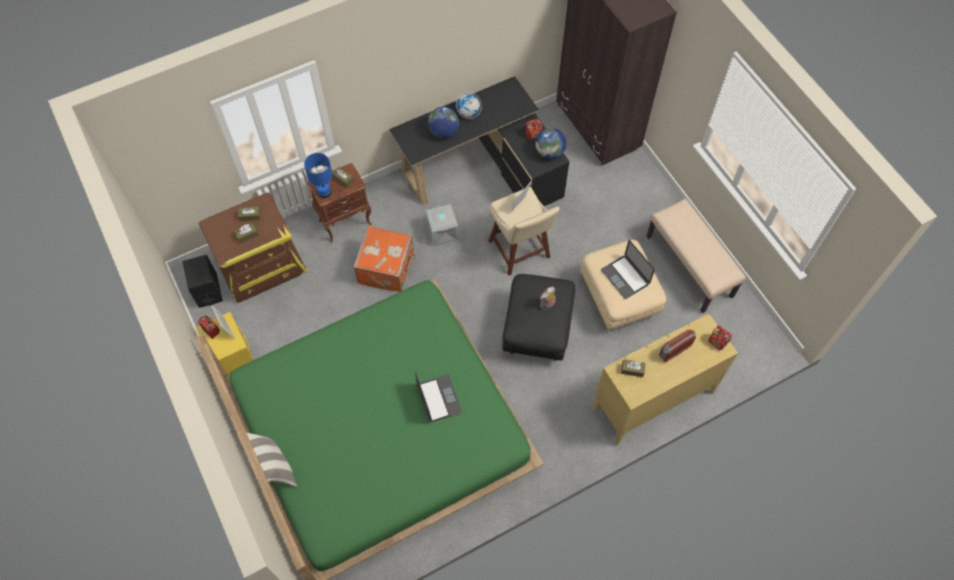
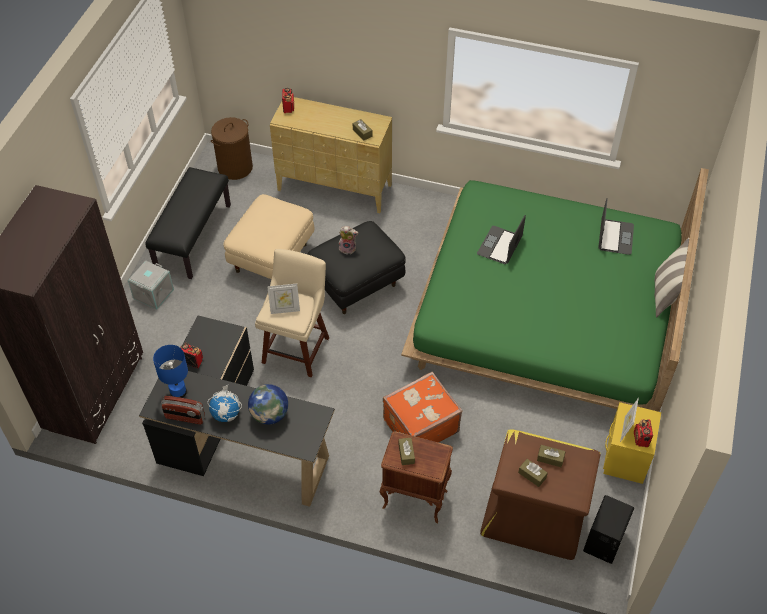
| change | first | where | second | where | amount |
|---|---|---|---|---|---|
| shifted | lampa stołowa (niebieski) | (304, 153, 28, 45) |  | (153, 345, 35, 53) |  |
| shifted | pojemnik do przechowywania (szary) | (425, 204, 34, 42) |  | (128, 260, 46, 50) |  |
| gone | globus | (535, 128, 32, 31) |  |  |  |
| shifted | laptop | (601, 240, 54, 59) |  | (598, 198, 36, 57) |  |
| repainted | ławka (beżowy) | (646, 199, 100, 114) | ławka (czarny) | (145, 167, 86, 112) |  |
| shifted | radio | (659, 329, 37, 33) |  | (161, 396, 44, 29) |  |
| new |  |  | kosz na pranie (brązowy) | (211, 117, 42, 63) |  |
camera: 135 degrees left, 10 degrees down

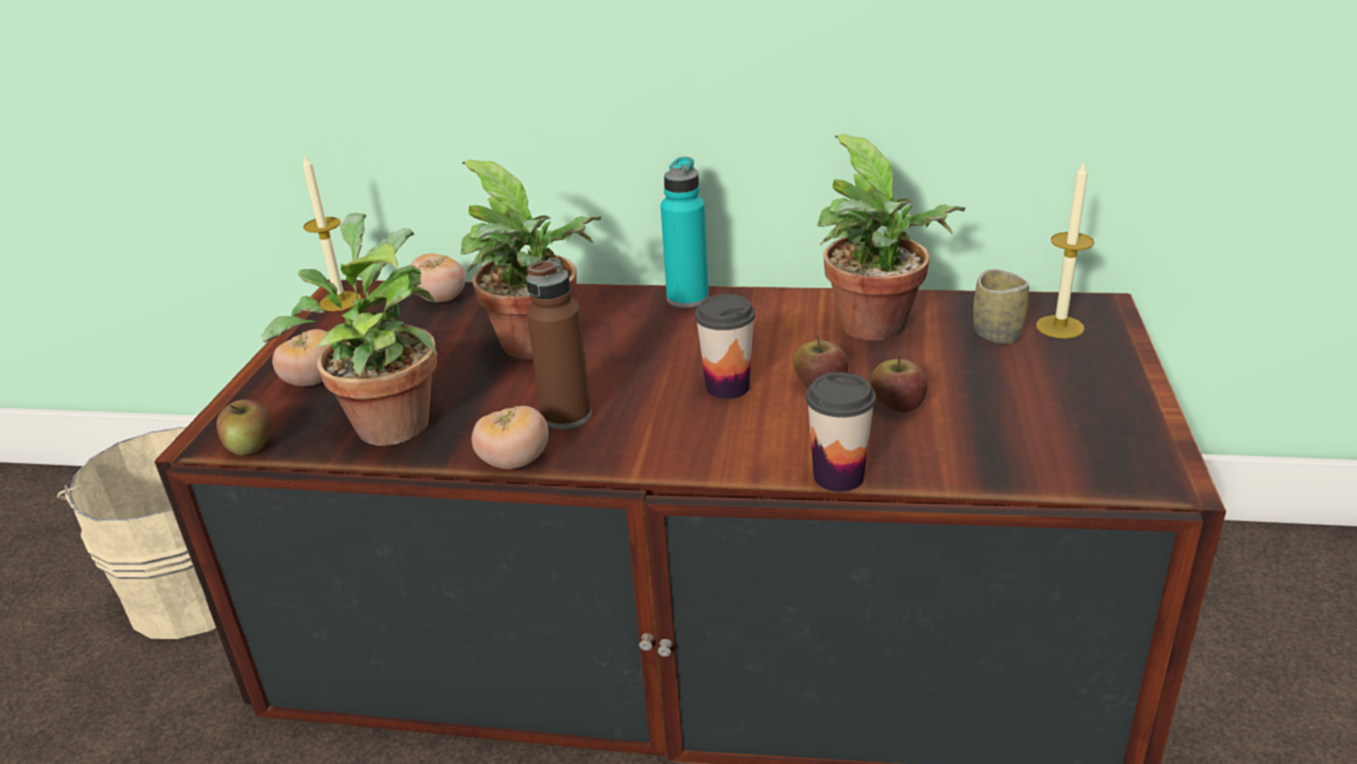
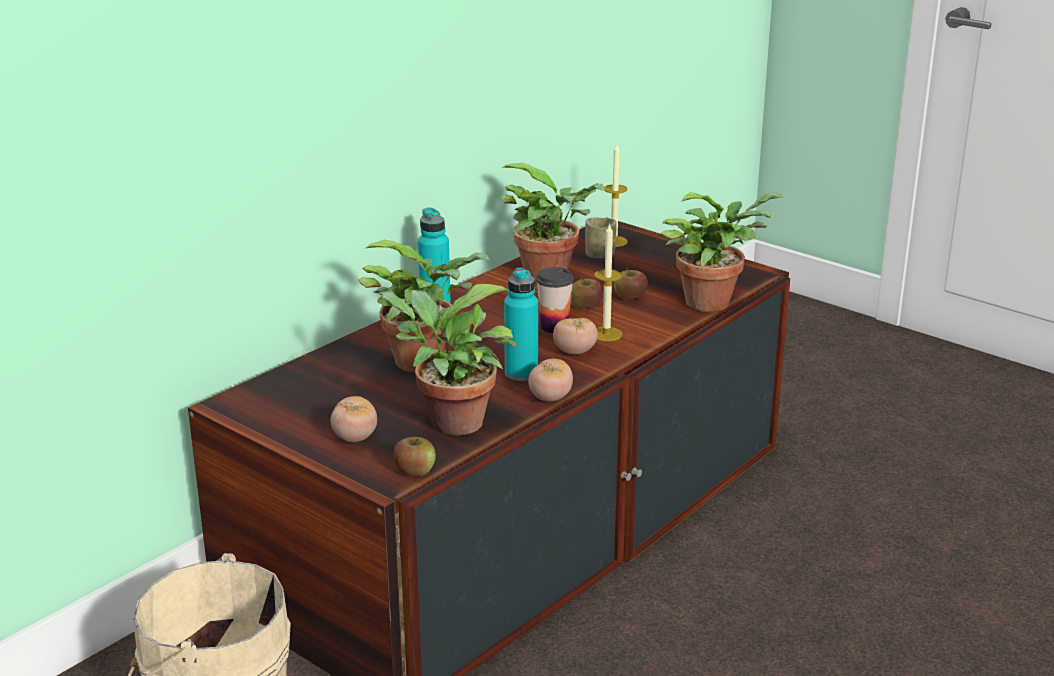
| change | first | where | second | where | amount |
|---|---|---|---|---|---|
| shifted | świeca | (303, 155, 59, 156) |  | (594, 223, 28, 118) |  |
| shifted | pomidor | (411, 254, 54, 48) |  | (553, 318, 45, 36) |  |
| repainted | butelka (brązowy) | (526, 258, 66, 171) | butelka (turkusowy) | (504, 267, 34, 114) |  |
| gone | filiżanka | (806, 372, 70, 120) |  |  |  |
| new |  |  | roślina doniczkowa | (661, 192, 123, 120) |  |
camera: 60 degrees left, 5 degrees down

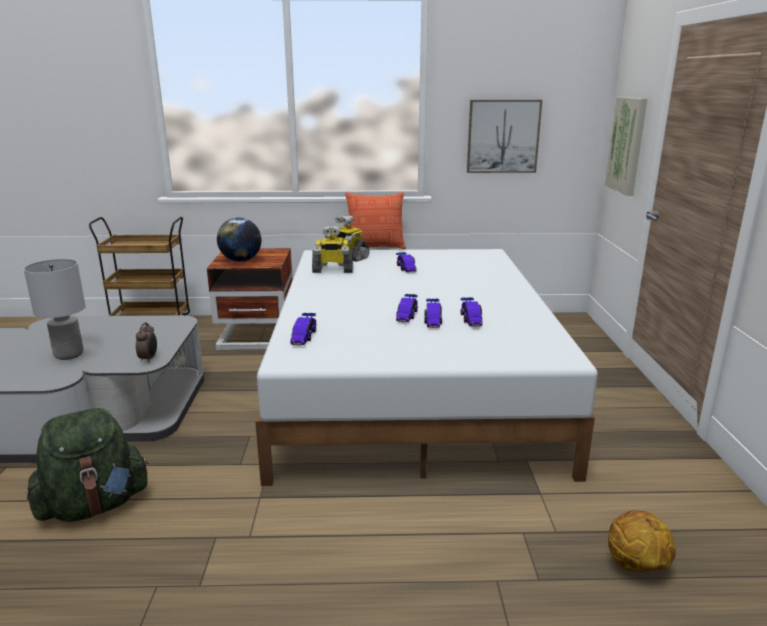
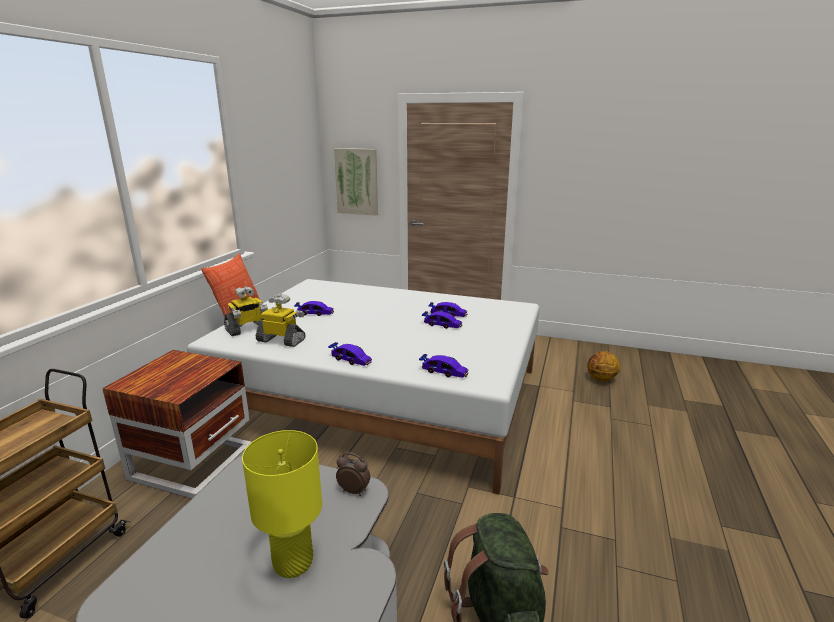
| change | first | where | second | where | amount |
|---|---|---|---|---|---|
| repainted | lampa stołowa (szary) | (24, 259, 62, 101) | lampa stołowa (żółty) | (242, 430, 80, 148) |  |
| gone | globus | (217, 218, 45, 44) |  |  |  |
| rotated | robot zabawkowy | (312, 225, 41, 48) |  | (256, 294, 49, 53) | 90 degrees counterclockwise |
| shifted | samochodzik | (396, 294, 22, 28) |  | (328, 342, 44, 24) |  |
| gone | obraz | (467, 100, 75, 73) |  |  |  |
camera: 70 degrees left, 0 degrees up

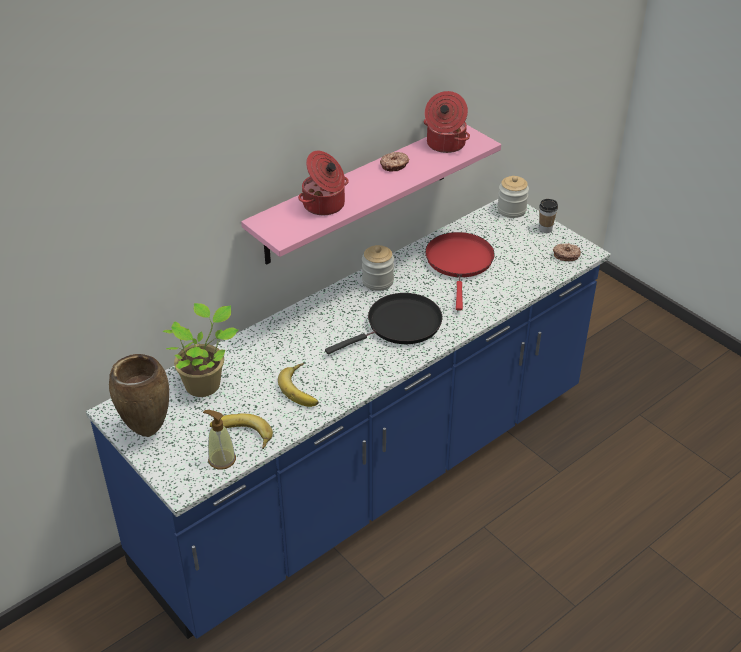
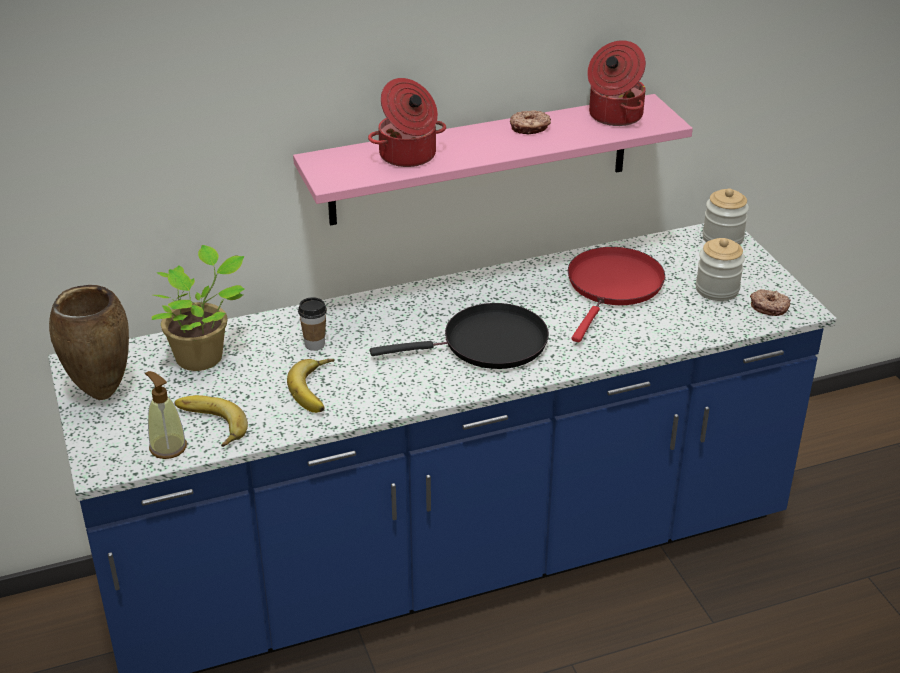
| change | first | where | second | where | amount |
|---|---|---|---|---|---|
| shifted | słoik | (362, 245, 32, 46) |  | (696, 238, 49, 63) |  |
| shifted | filiżanka | (539, 199, 19, 34) |  | (298, 297, 29, 54) |  |
camera: 20 degrees right, 5 degrees down

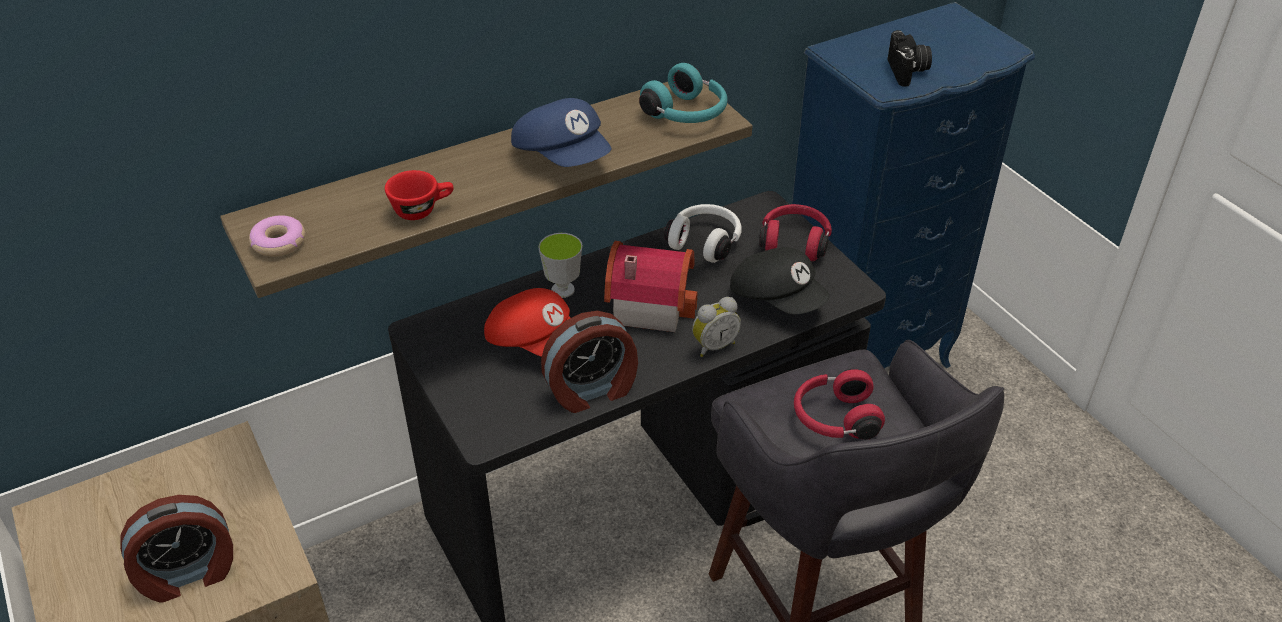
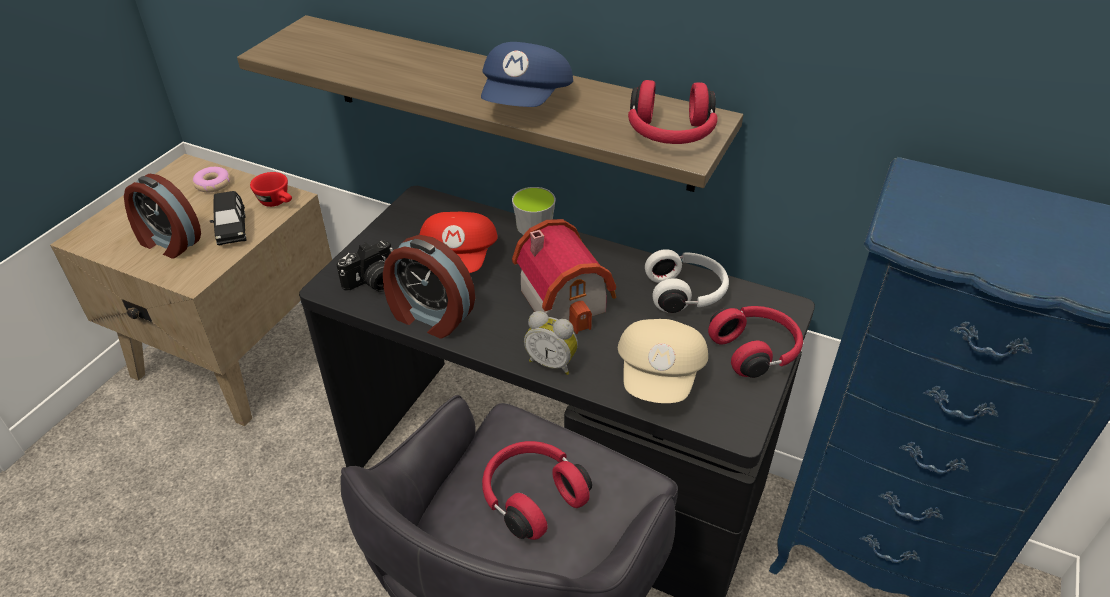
| change | first | where | second | where | amount |
|---|---|---|---|---|---|
| shifted | donut | (249, 215, 56, 42) |  | (193, 167, 37, 25) |  |
| shifted | filiżanka (czerwony) | (385, 170, 69, 50) |  | (250, 172, 42, 35) |  |
| repainted | słuchawki (turkusowy) | (639, 63, 89, 60) | słuchawki (czerwony) | (628, 80, 90, 64) |  |
| repainted | czapka z daszkiem (czarny) | (730, 247, 99, 67) | czapka z daszkiem (beżowy) | (618, 319, 90, 84) |  |
| shifted | aparat fotograficzny | (887, 30, 45, 57) |  | (336, 241, 57, 51) |  |
| new |  |  | samochodzik (czarny) | (210, 191, 36, 54) |  |
camera: 55 degrees right, 0 degrees up

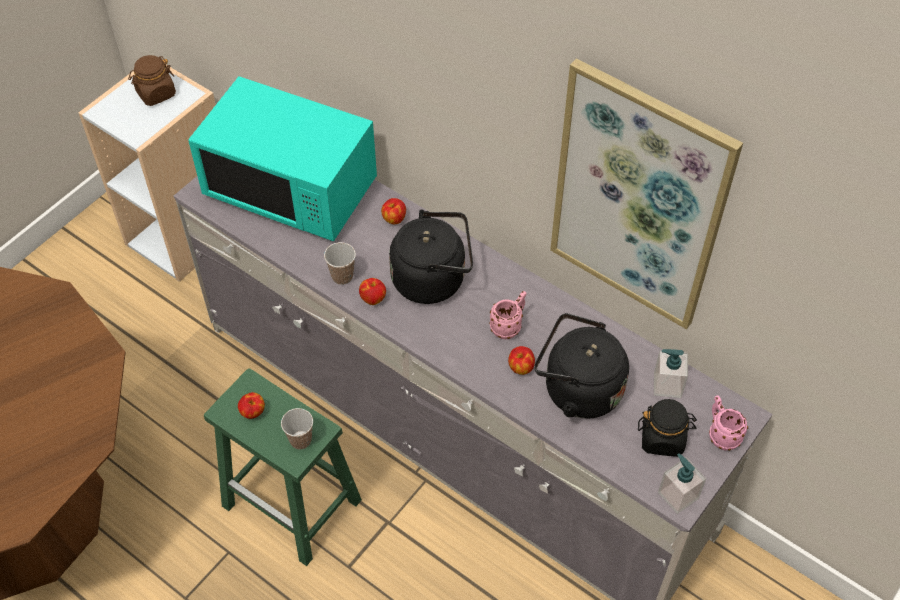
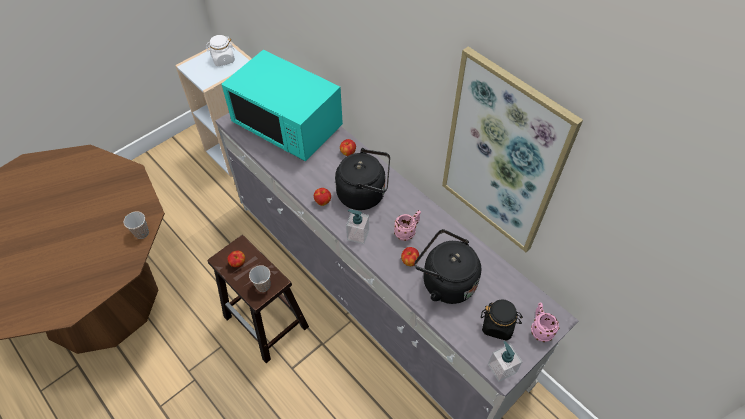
| change | first | where | second | where | amount |
|---|---|---|---|---|---|
| repainted | słoik (brązowy) | (128, 55, 48, 51) | słoik (biały) | (206, 35, 29, 31) |  |
| repainted | stołek (zielony) | (204, 368, 158, 198) | stołek (brązowy) | (207, 235, 102, 128) |  |
| shifted | filiżanka | (324, 242, 32, 43) |  | (124, 211, 25, 28) |  |
| shifted | dozownik mydła | (654, 349, 34, 49) |  | (346, 209, 23, 35) |  |
camera: 10 degrees right, 0 degrees up

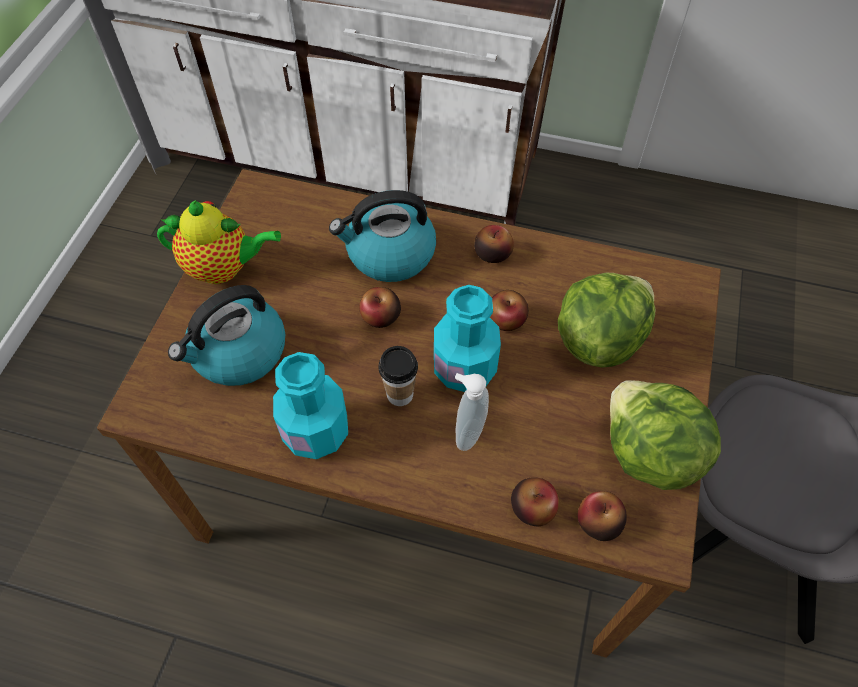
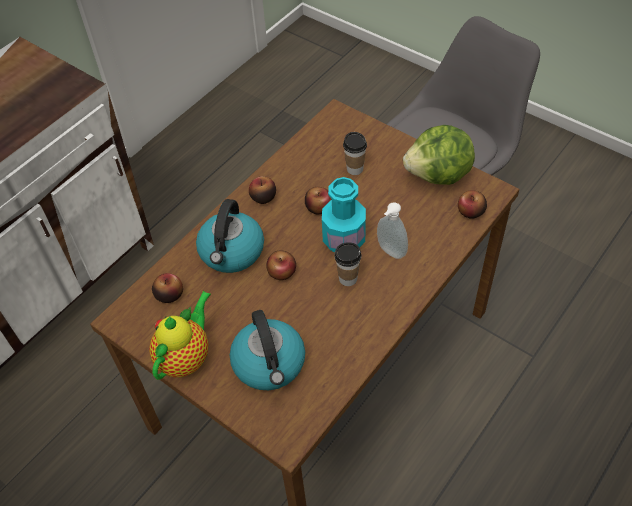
| change | first | where | second | where | amount |
|---|---|---|---|---|---|
| gone | butelka (turkusowy) | (273, 352, 75, 107) |  |  |  |
| shifted | jabłko | (511, 477, 48, 49) |  | (152, 273, 31, 30) |  |
| swapped | sałata | (558, 273, 97, 95) | filiżanka | (343, 132, 24, 43) |  |
camera: 65 degrees left, 5 degrees down

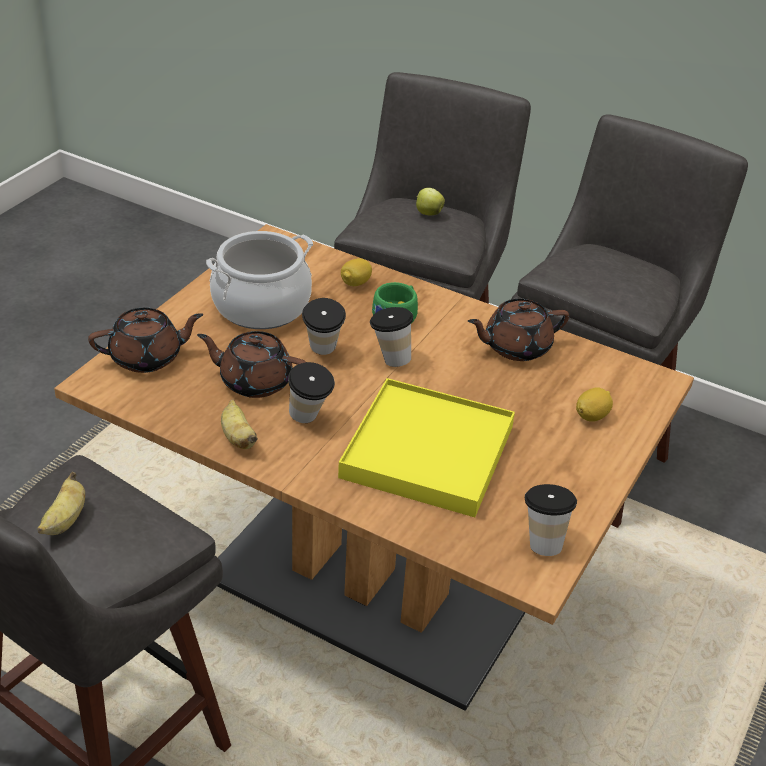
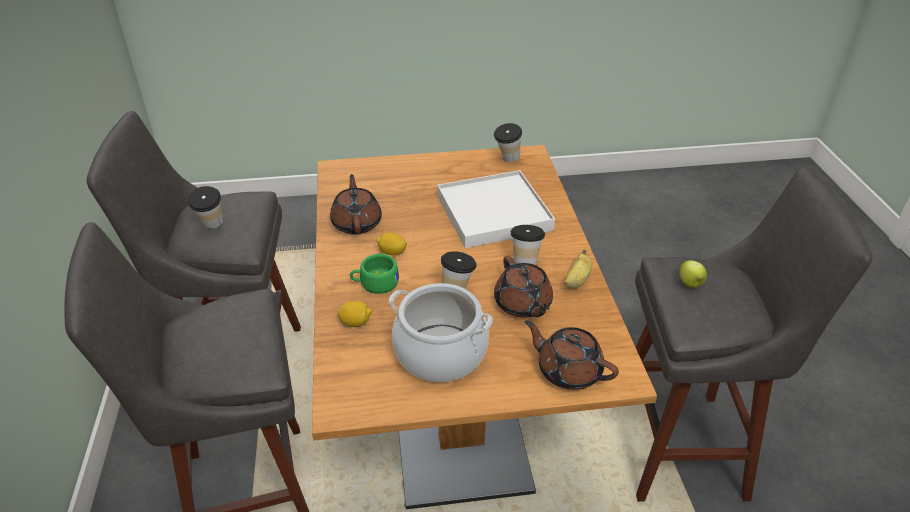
| change | first | where | second | where | amount |
|---|---|---|---|---|---|
| gone | banan | (37, 472, 48, 63) |  |  |  |
| repainted | taca (żółty) | (338, 378, 177, 139) | taca (biały) | (437, 170, 118, 78) |  |
| shifted | filiżanka | (370, 307, 43, 60) |  | (187, 186, 36, 43) |  |
| shifted | jabłko | (416, 188, 29, 27) |  | (680, 260, 27, 28) |  |
| rotated | imbryk (brązowy) | (468, 299, 101, 62) |  | (330, 174, 52, 61) | 135 degrees counterclockwise |
| shifted | cytryna | (576, 387, 37, 35) |  | (376, 233, 31, 23) |  |
camera: 125 degrees left, 0 degrees up

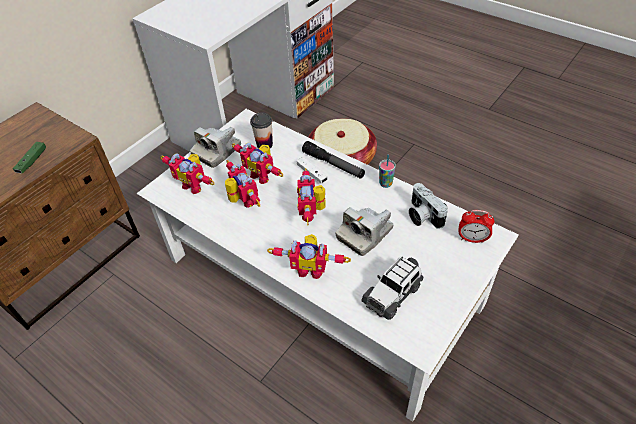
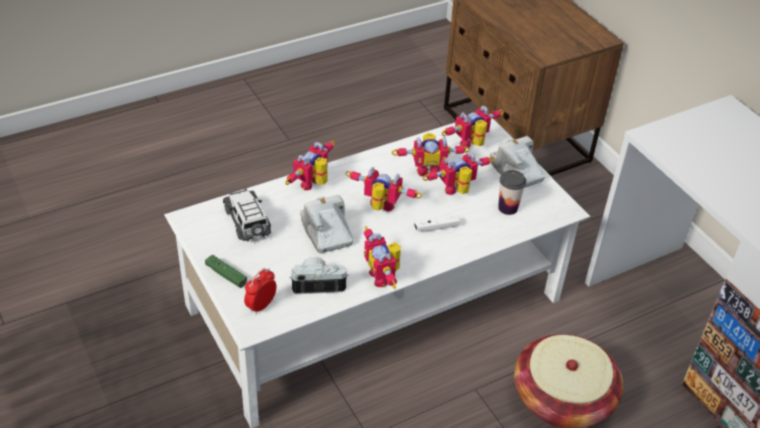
| change | first | where | second | where | amount |
|---|---|---|---|---|---|
| shifted | pad do gier (zielony) | (13, 142, 33, 32) |  | (205, 255, 42, 33) |  |
| gone | latarka | (302, 141, 63, 38) |  |  |  |
| swapped | filiżanka | (379, 155, 17, 33) | robot zabawkowy | (364, 226, 37, 63) |  |
camera: 110 degrees right, 5 degrees down

